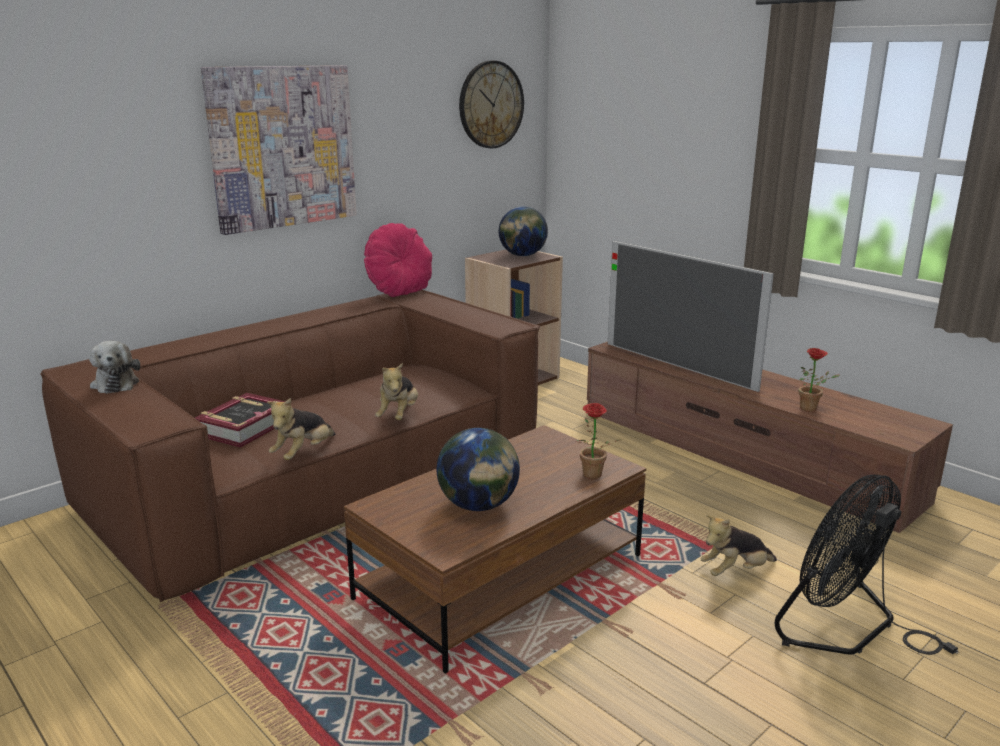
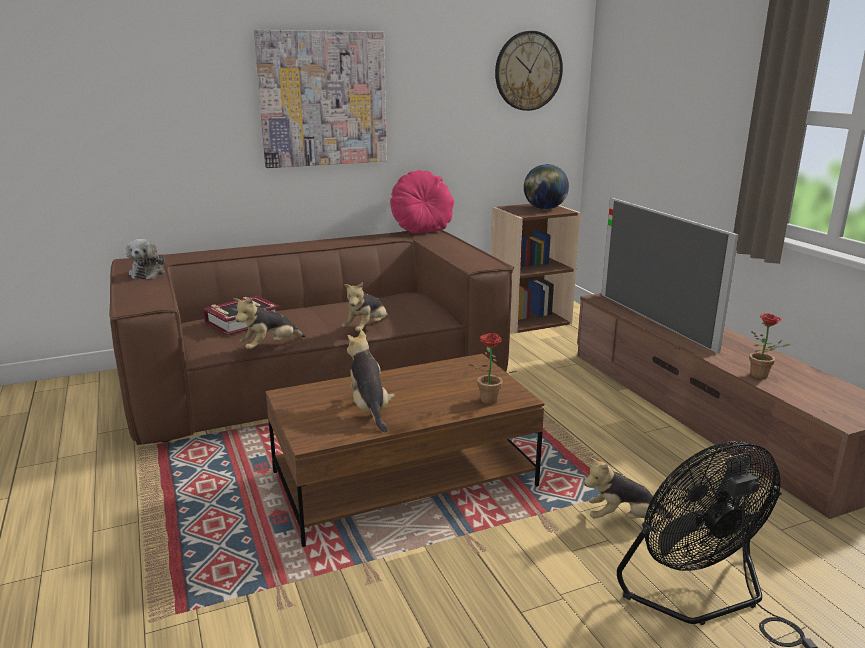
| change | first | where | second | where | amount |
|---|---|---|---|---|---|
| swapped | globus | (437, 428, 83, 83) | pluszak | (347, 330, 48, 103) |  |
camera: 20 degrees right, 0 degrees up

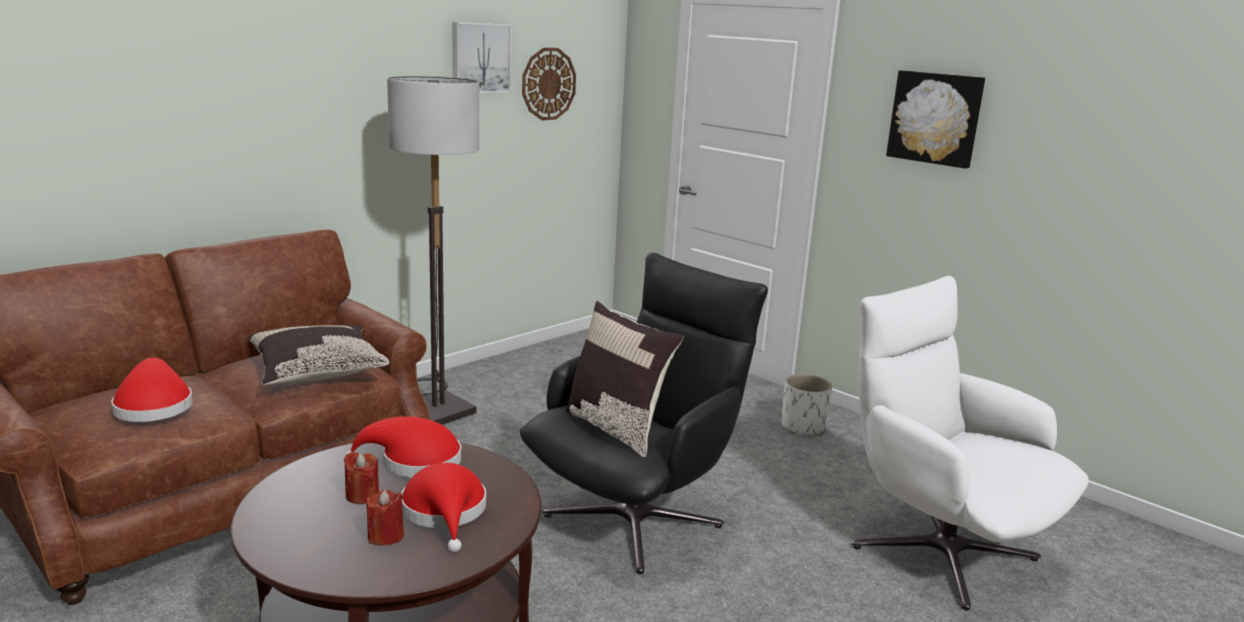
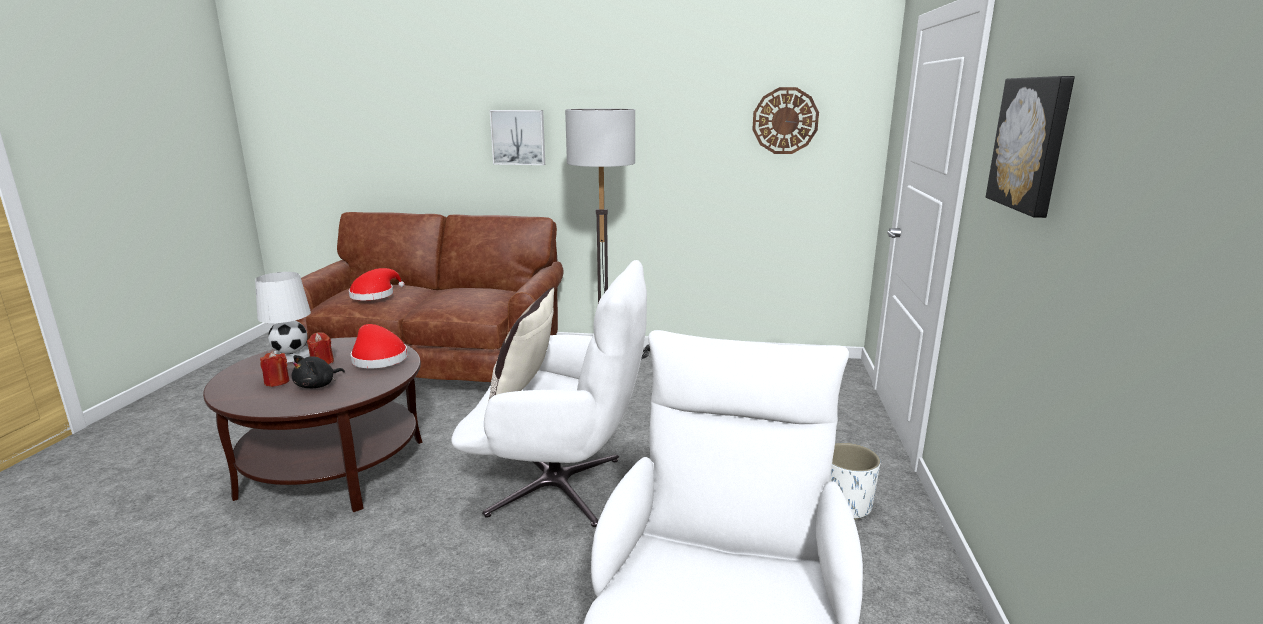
| change | first | where | second | where | amount |
|---|---|---|---|---|---|
| gone | poduszka | (247, 325, 142, 60) |  |  |  |
| swapped | kapelusz (czerwony) | (402, 463, 84, 90) | pluszak (czarny) | (292, 355, 53, 33) |  |
| shifted | obraz | (452, 22, 59, 71) |  | (490, 110, 55, 55) |  |
| repainted | fotel (czarny) | (520, 253, 248, 321) | fotel (biały) | (451, 260, 196, 267) |  |
| new |  |  | lampa stołowa (biały) | (255, 272, 56, 90) |  |
camera: 55 degrees right, 0 degrees up

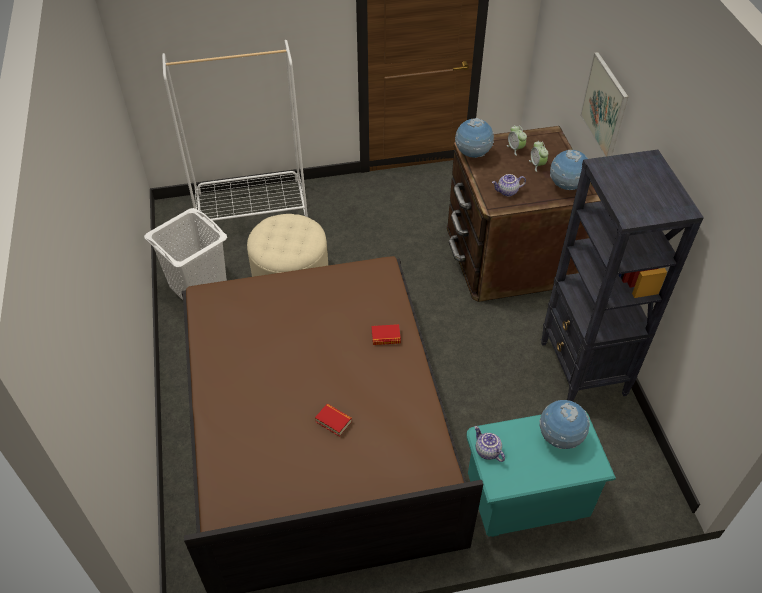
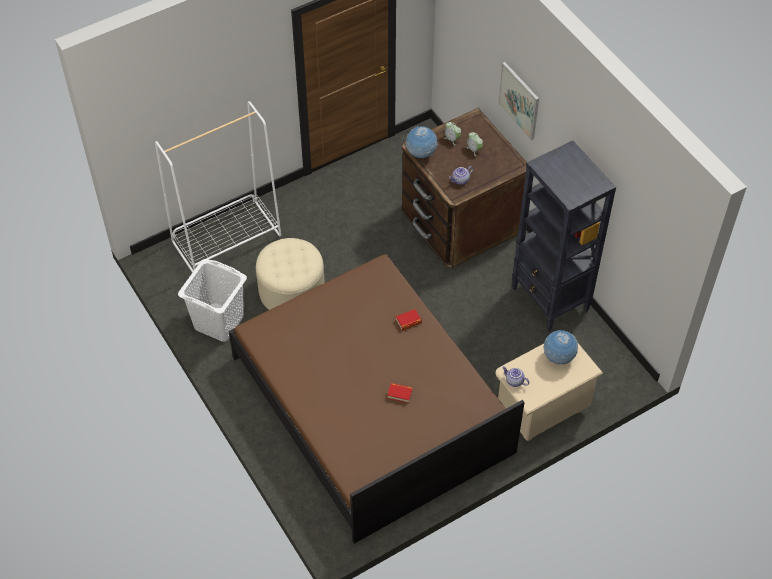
| change | first | where | second | where | amount |
|---|---|---|---|---|---|
| repainted | szafka nocna (turkusowy) | (467, 412, 149, 125) | szafka nocna (beżowy) | (495, 342, 108, 99) |  |
| gone | globus | (550, 150, 38, 40) |  |  |  |
camera: 20 degrees left, 5 degrees up

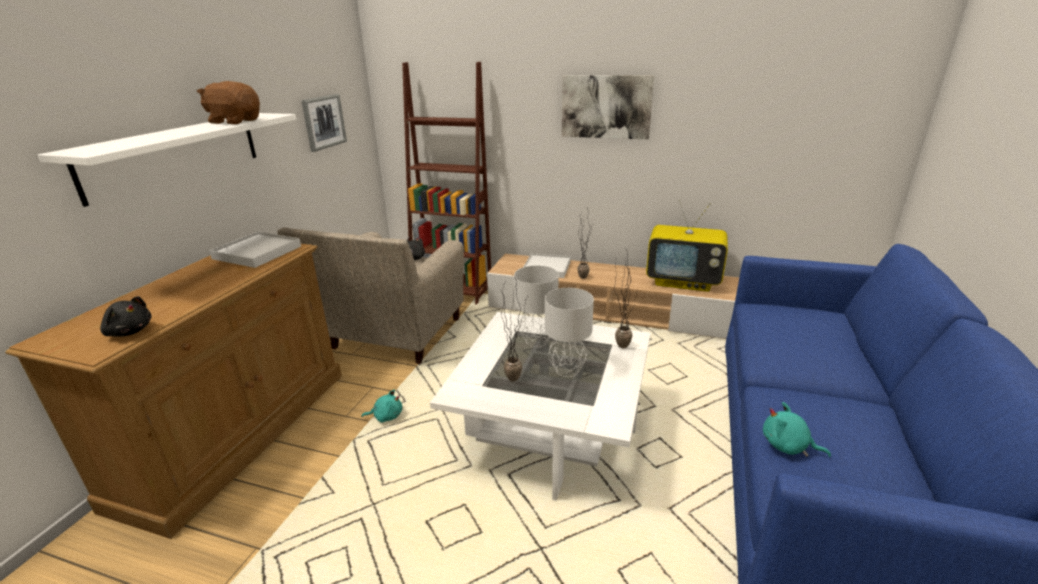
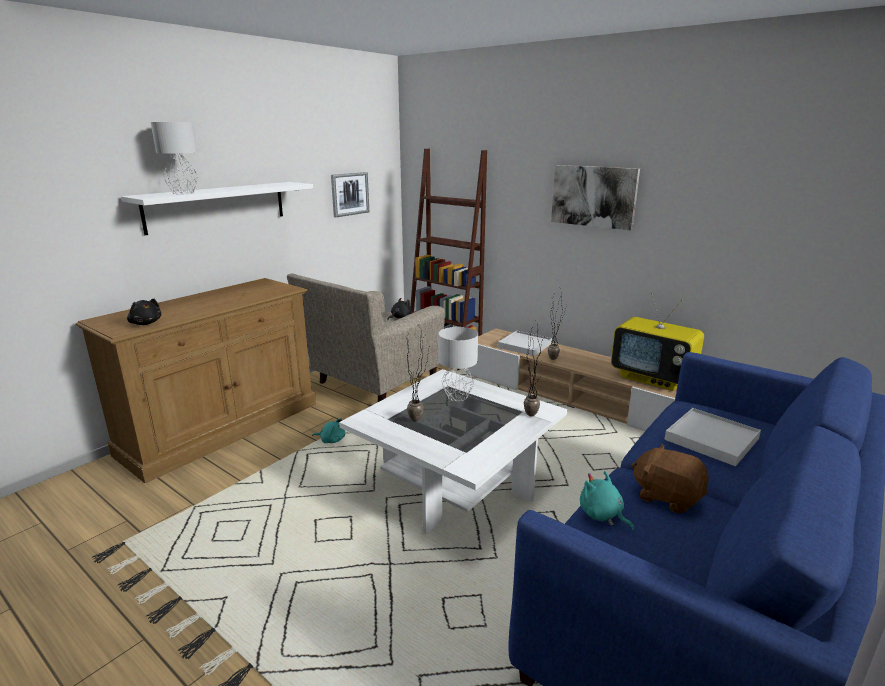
| change | first | where | second | where | amount |
|---|---|---|---|---|---|
| shifted | pluszak (brązowy) | (197, 81, 63, 43) |  | (631, 443, 78, 71) |  |
| shifted | taca (biały) | (209, 232, 92, 36) |  | (664, 408, 97, 58) |  |
| shifted | lampa stołowa (szary) | (545, 288, 49, 89) |  | (151, 122, 47, 72) |  |
camera: 20 degrees right, 5 degrees down

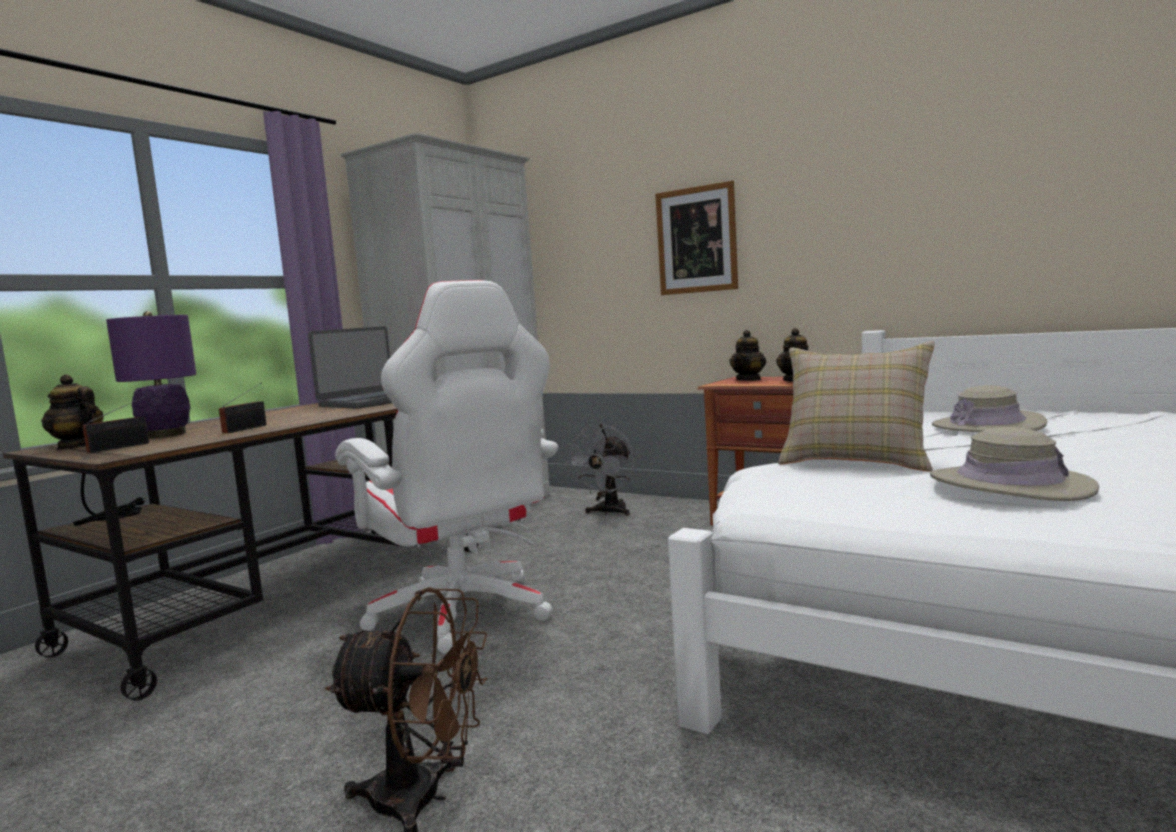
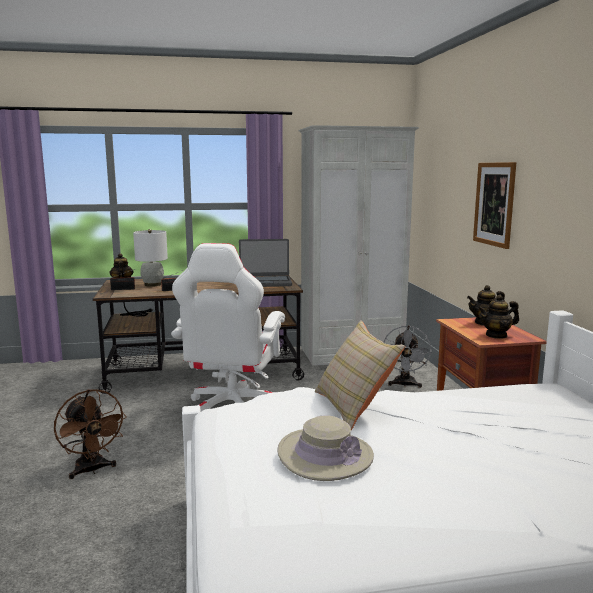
| change | first | where | second | where | amount |
|---|---|---|---|---|---|
| repainted | lampa stołowa (fioletowy) | (106, 311, 90, 127) | lampa stołowa (biały) | (133, 229, 35, 58) |  |
| rotated | wentylator (szary) | (566, 424, 69, 92) |  | (383, 325, 48, 63) | 60 degrees counterclockwise |
| gone | kapelusz (beżowy) | (932, 385, 115, 47) |  |  |  |
camera: 45 degrees right, 5 degrees up

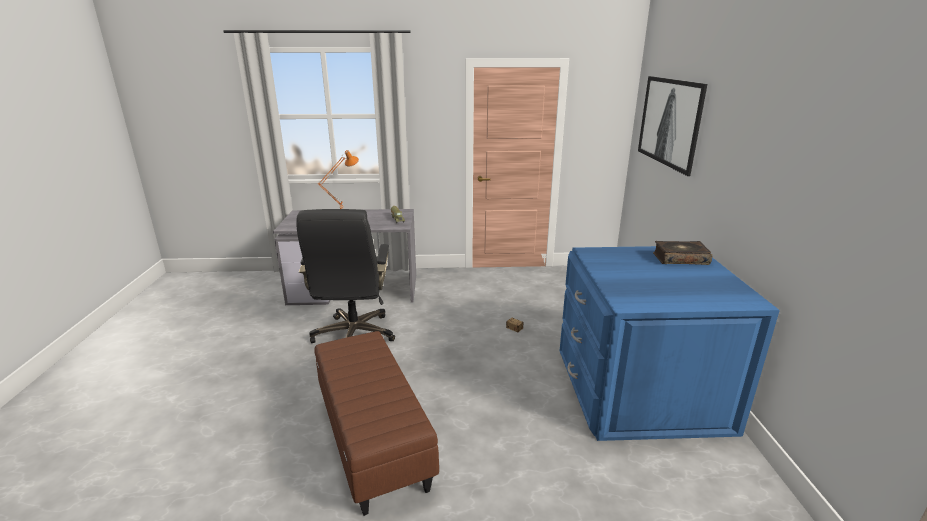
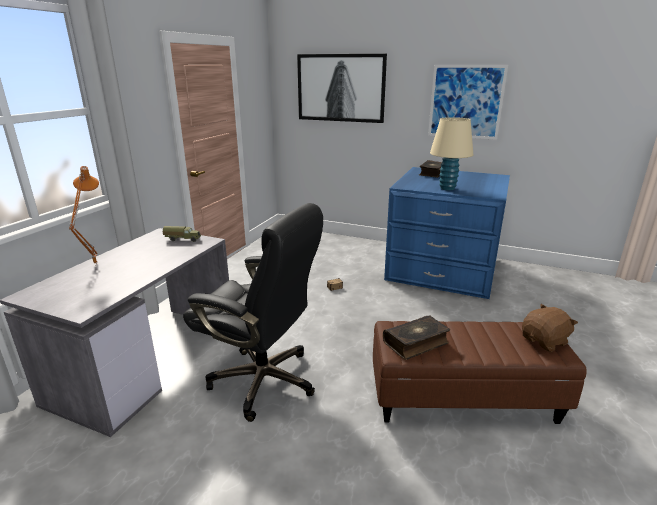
| change | first | where | second | where | amount |
|---|---|---|---|---|---|
| new |  |  | książka | (383, 315, 67, 45) |  |
| new |  |  | obraz | (428, 65, 80, 75) |  |
| new |  |  | lampa stołowa (beżowy) | (430, 117, 43, 74) |  |
| new |  |  | pluszak (brązowy) | (522, 304, 56, 48) |  |
camera: 65 degrees left, 0 degrees up

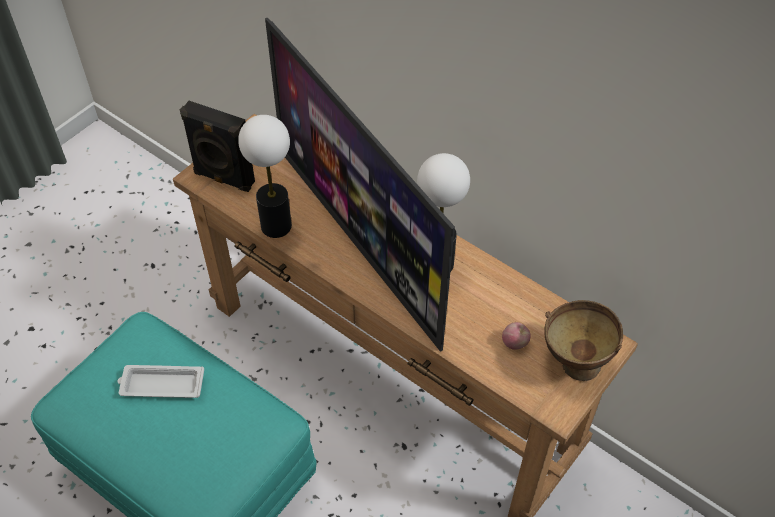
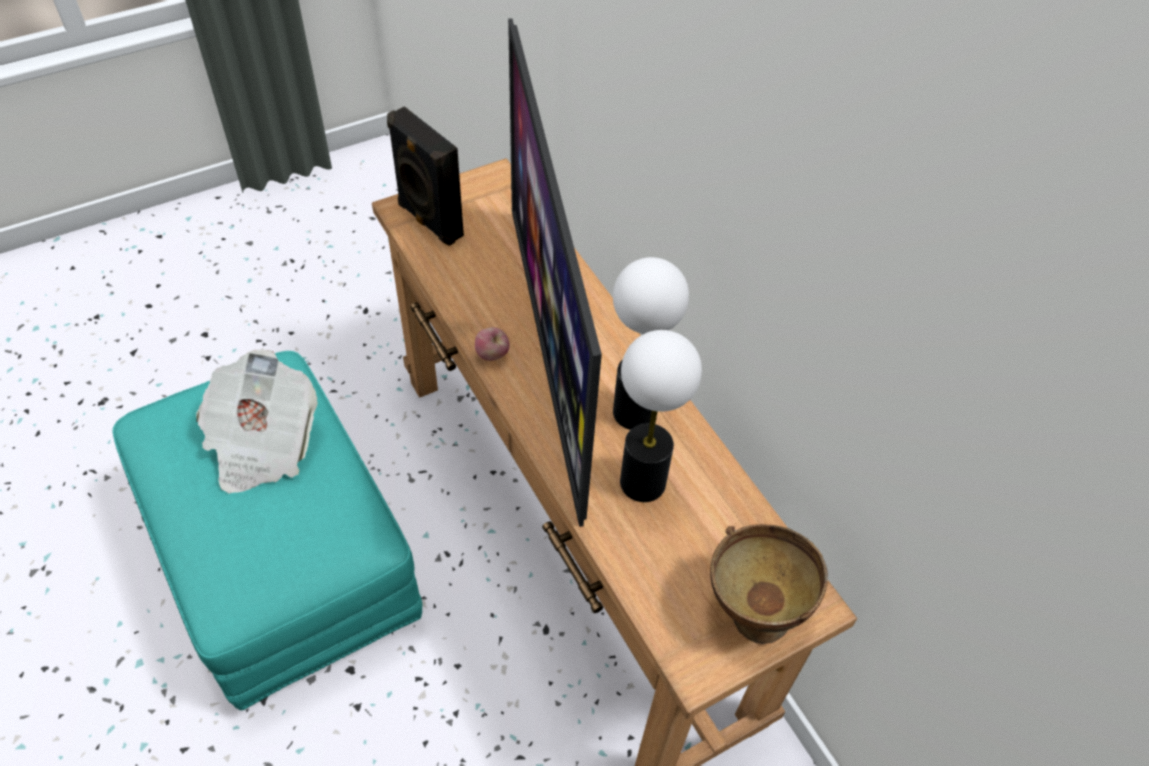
| change | first | where | second | where | amount |
|---|---|---|---|---|---|
| swapped | taca (biały) | (117, 365, 87, 33) | gazeta | (196, 350, 122, 143) |  |
| shifted | lampa stołowa | (238, 115, 54, 123) |  | (620, 330, 82, 172) |  |
| shifted | jabłko | (502, 322, 29, 27) |  | (475, 327, 35, 34) |  |
camera: 20 degrees right, 0 degrees up

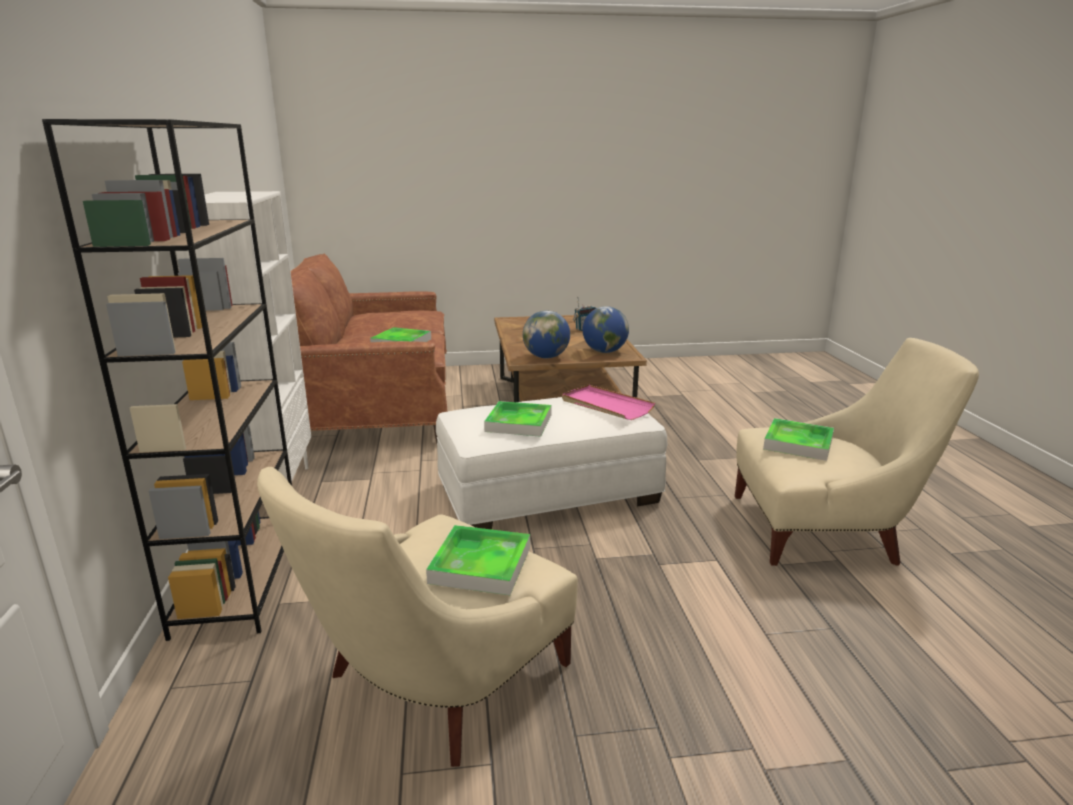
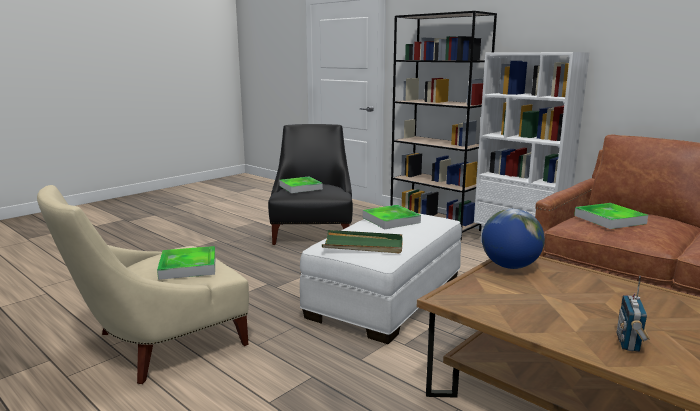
| change | first | where | second | where | amount |
|---|---|---|---|---|---|
| repainted | fotel (beżowy) | (257, 467, 321, 300) | fotel (czarny) | (268, 124, 85, 121) |  |
| repainted | taca (różowy) | (562, 385, 93, 35) | taca (zielony) | (322, 230, 80, 23) |  |
| gone | globus | (583, 306, 46, 47) |  |  |  |
camera: 140 degrees right, 5 degrees down

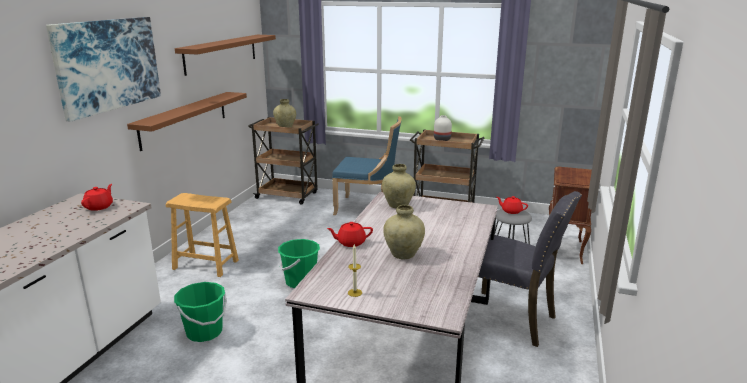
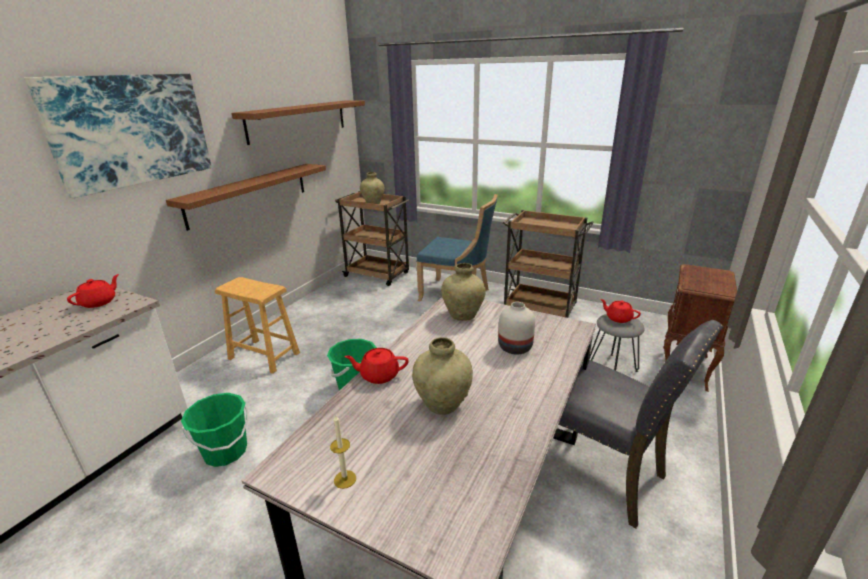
| change | first | where | second | where | amount |
|---|---|---|---|---|---|
| shifted | wazon (biały) | (434, 115, 18, 26) |  | (498, 302, 37, 53) |  |
camera: 10 degrees right, 5 degrees up

